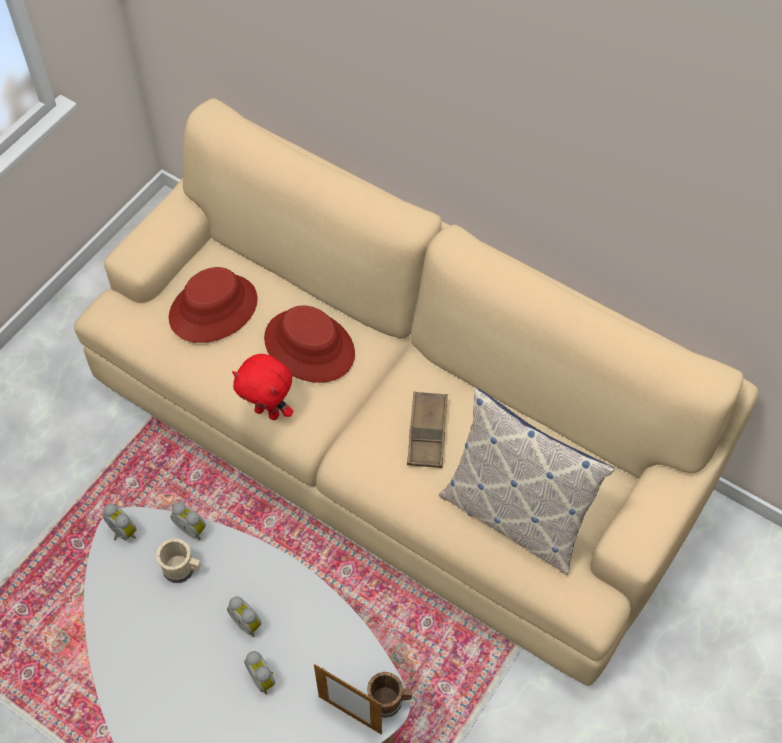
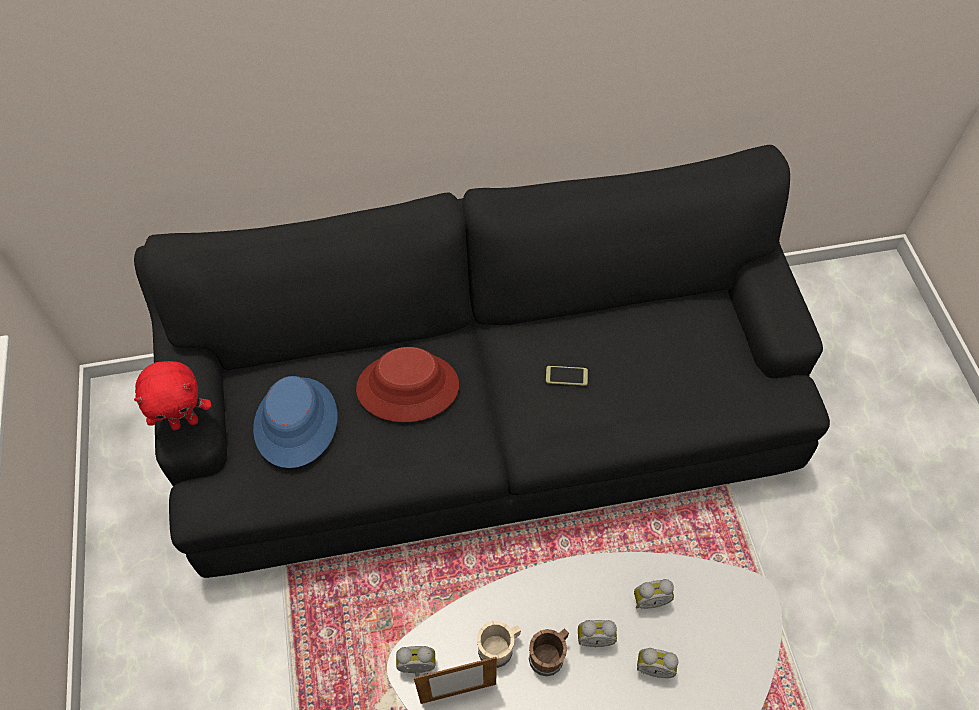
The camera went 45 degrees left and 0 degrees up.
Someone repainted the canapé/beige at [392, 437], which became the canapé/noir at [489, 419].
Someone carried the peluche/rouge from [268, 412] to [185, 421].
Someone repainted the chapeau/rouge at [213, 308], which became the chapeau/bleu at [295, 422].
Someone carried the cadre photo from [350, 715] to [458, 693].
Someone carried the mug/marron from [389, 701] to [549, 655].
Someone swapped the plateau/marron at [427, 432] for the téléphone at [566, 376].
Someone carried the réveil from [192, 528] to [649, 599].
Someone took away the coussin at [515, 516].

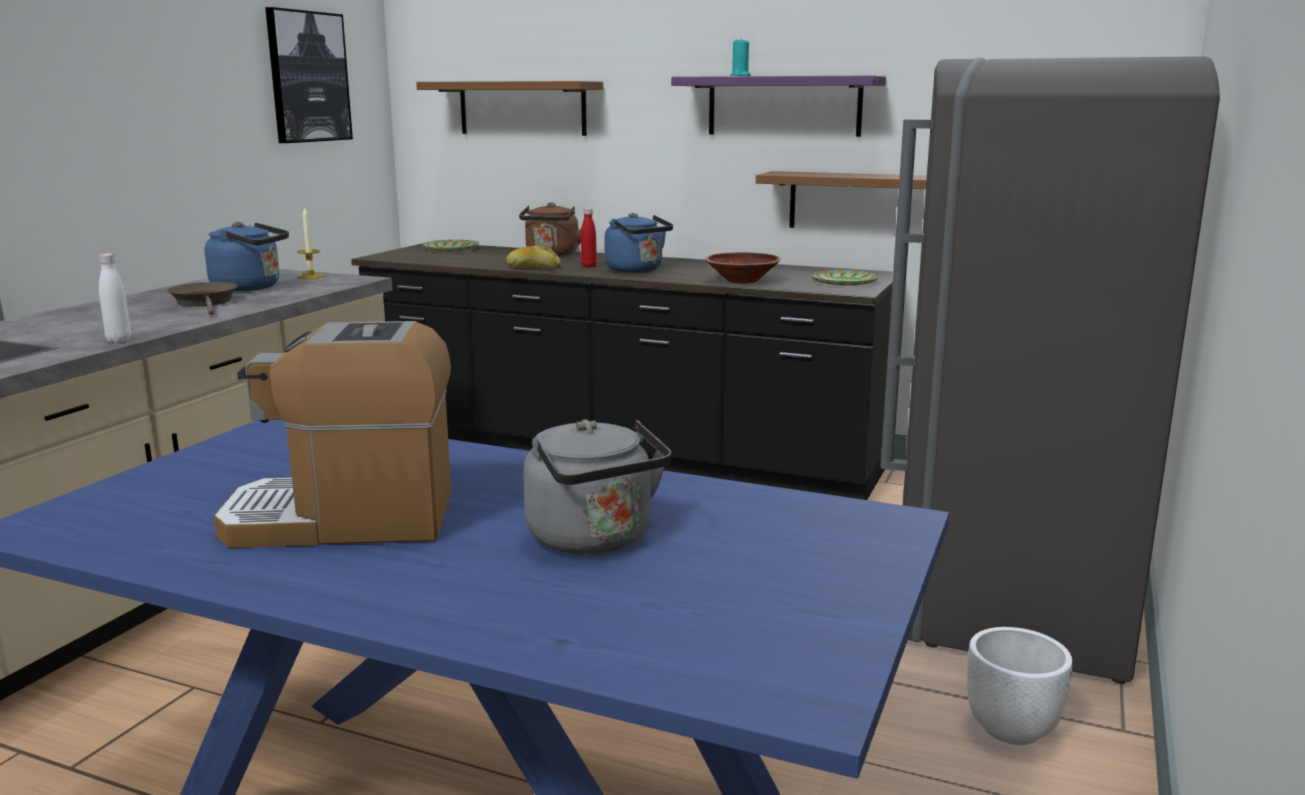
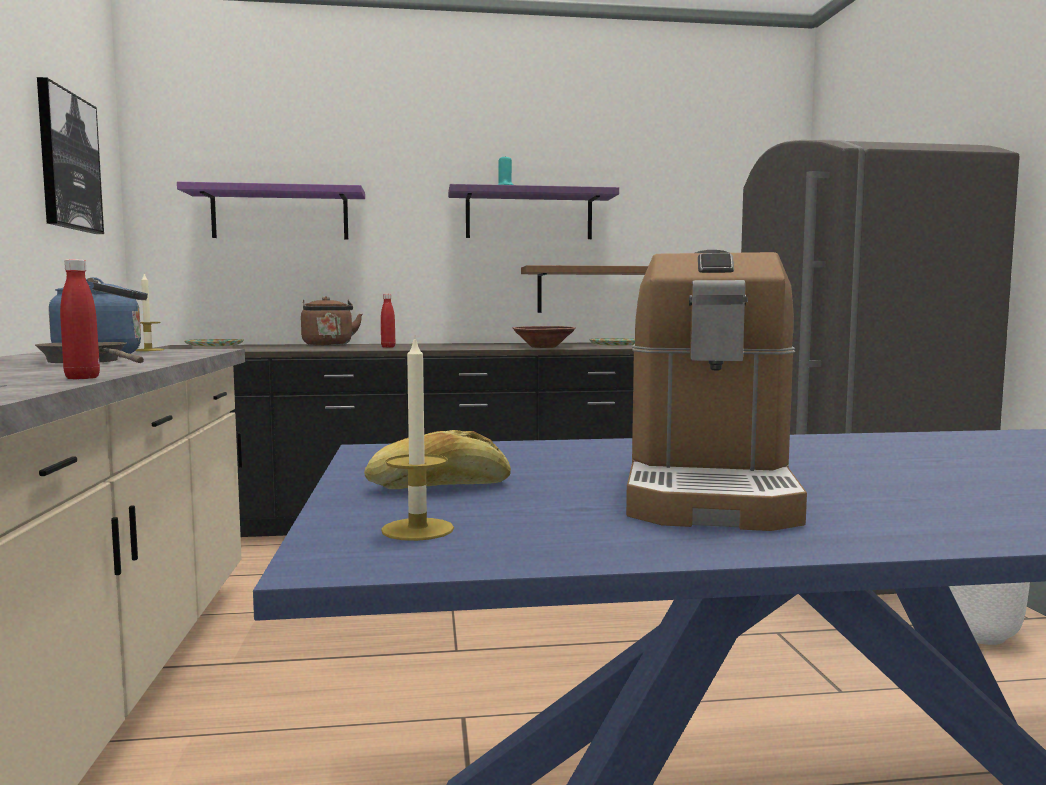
The camera went 30 degrees left and 10 degrees down.
Someone repainted the bouteille/blanc at [119, 340], which became the bouteille/rouge at [82, 378].
Someone repainted the étagère/marron at [522, 108], which became the étagère/violet at [280, 214].
Someone carried the pain from [533, 268] to [439, 486].
Someone put down the bougie at [417, 529].
Someone rotated the machine à café at [344, 519] by 45 degrees counterclockwise.
Someone took away the bouilloire/gris at [595, 540].
Someone took away the bouilloire/bleu at [637, 270].

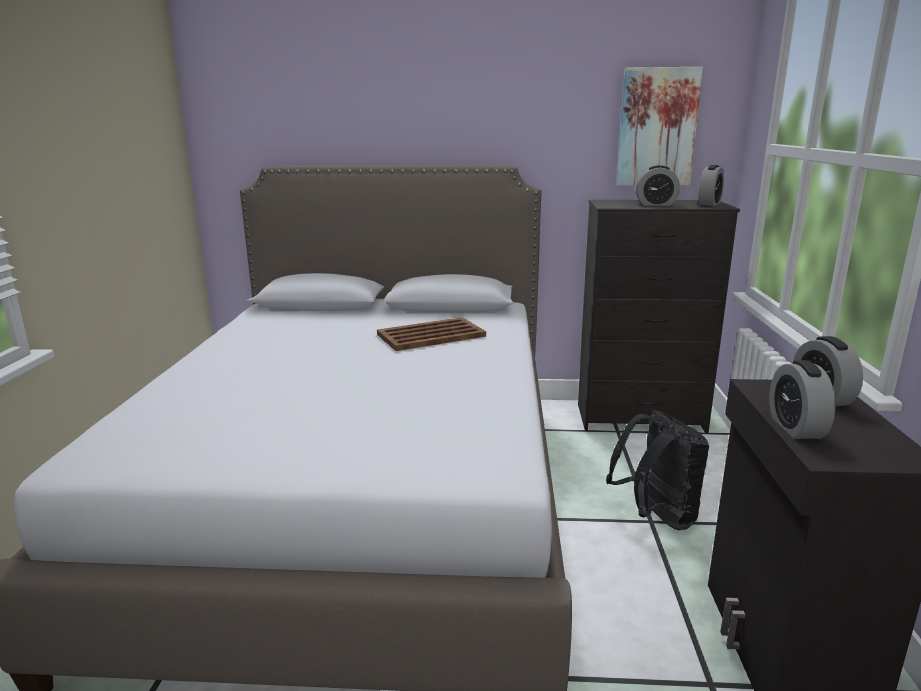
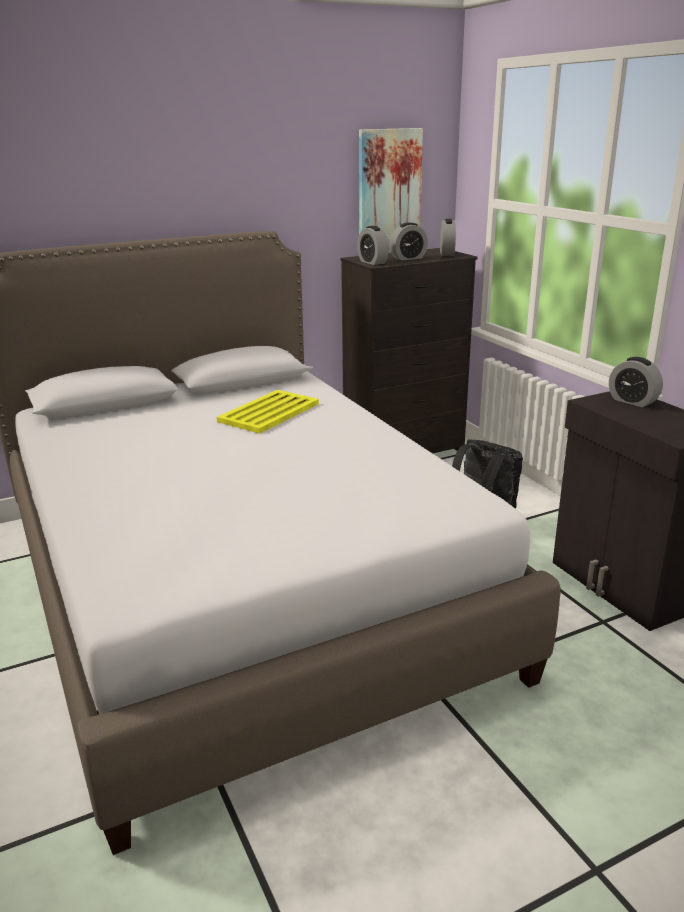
The camera went 30 degrees left and 5 degrees up.
Someone repainted the plateau/marron at [432, 335], which became the plateau/jaune at [270, 412].
Someone carried the réveil from [795, 428] to [372, 262].

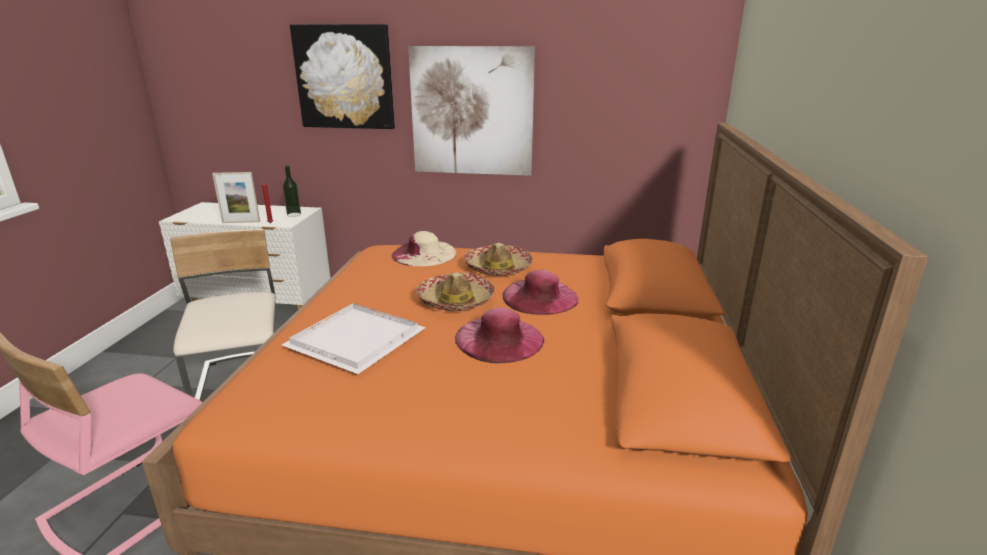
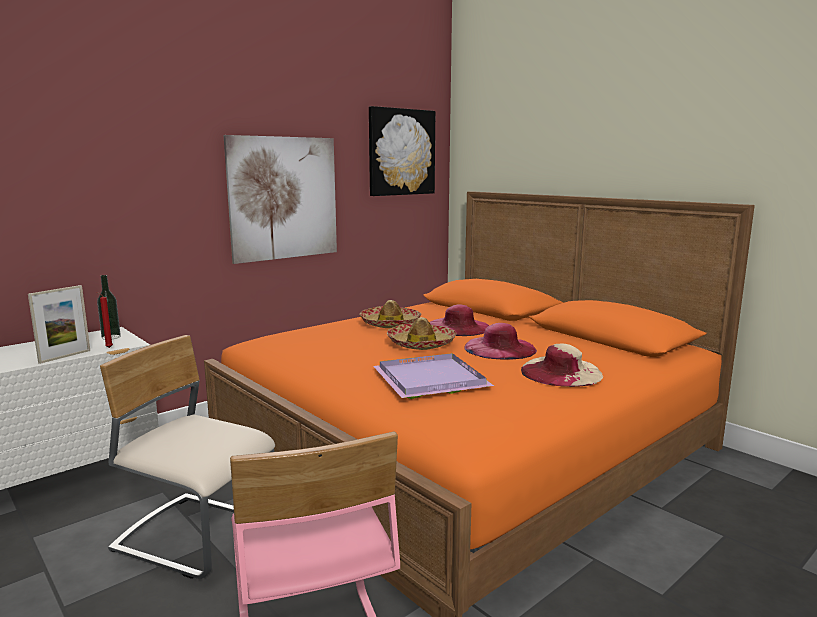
The camera went 50 degrees left and 10 degrees down.
Someone carried the tableau from [344, 77] to [401, 152].
Someone repainted the plateau/blanc at [353, 340], which became the plateau/violet at [429, 380].
Someone carried the chapeau/beige from [424, 254] to [561, 372].

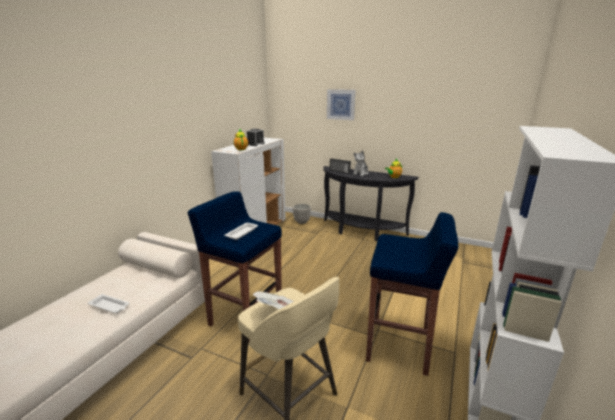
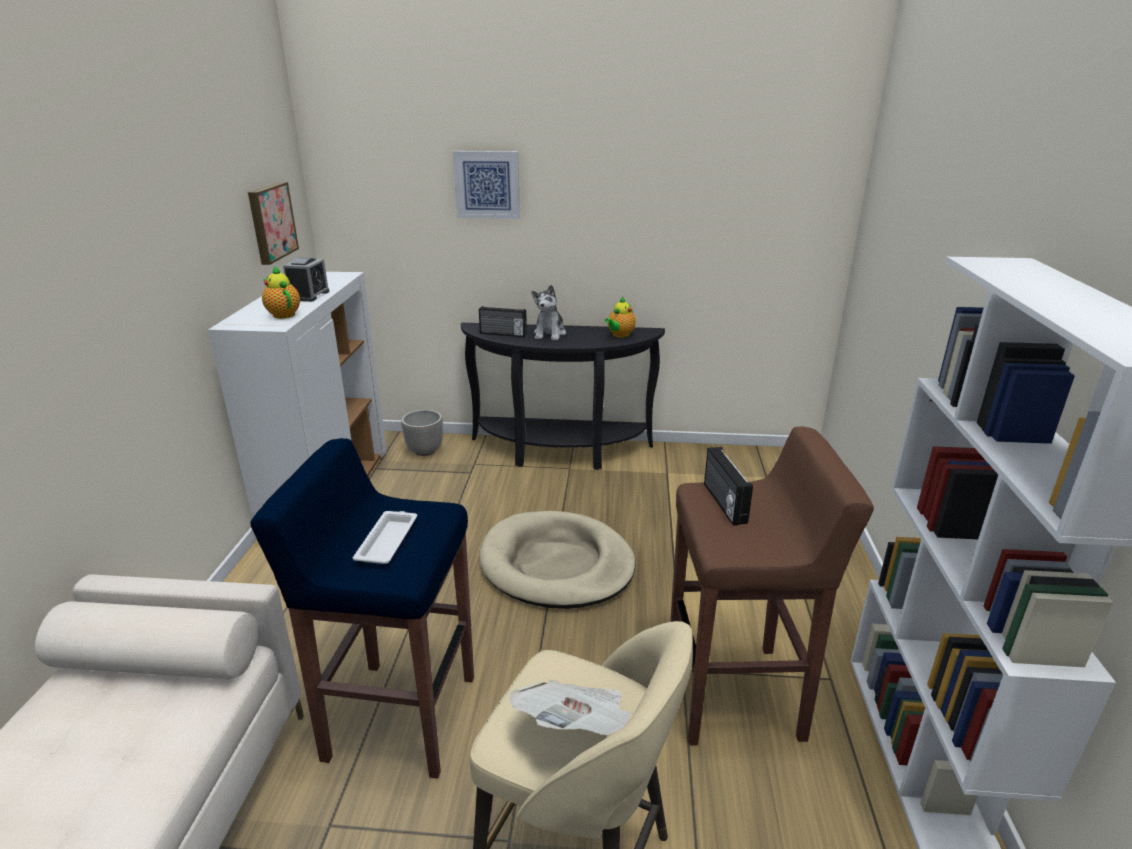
The camera went 20 degrees left and 5 degrees up.
Someone put up the tableau at [270, 222].
Someone put down the panier pour chien/beige at [556, 565].
Someone repainted the tabouret/bleu at [400, 346], which became the tabouret/marron at [736, 694].
Someone put down the radio at [723, 503].
Someone took away the plateau/blanc at [110, 306].

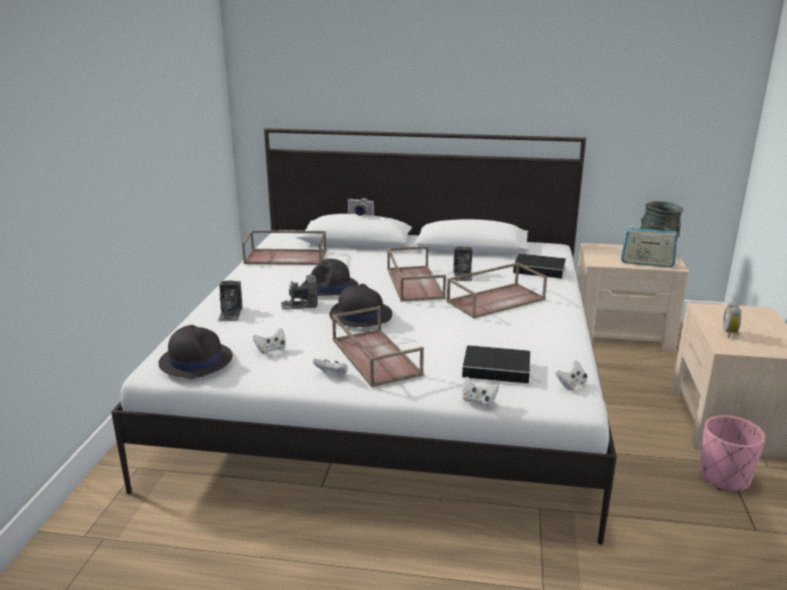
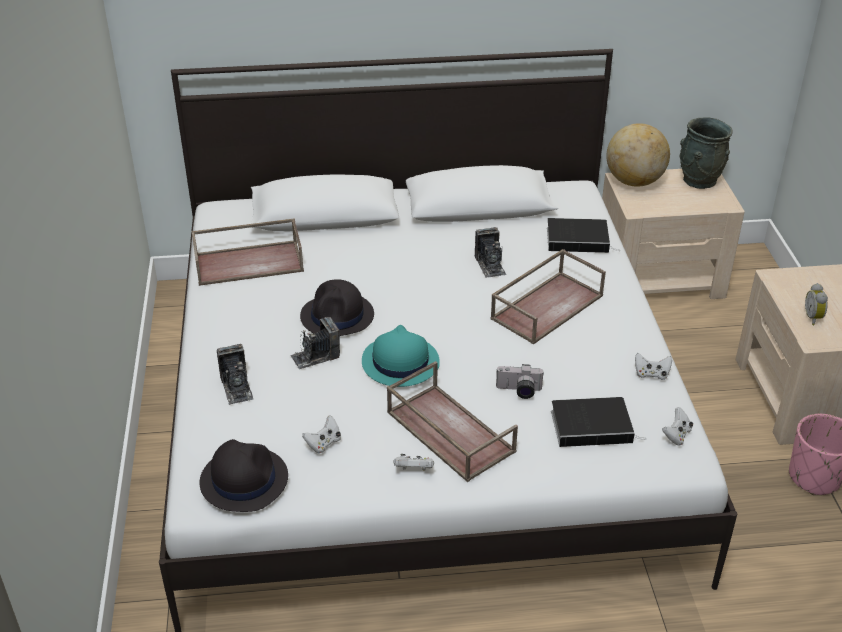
The camera went 15 degrees left and 15 degrees up.
Someone repainted the chapeau/noir at [360, 315], which became the chapeau/turquoise at [399, 362].
Someone carried the appareil photo from [359, 214] to [518, 391].
Someone put down the globe at [634, 181].
Someone carried the manette/blanc from [478, 401] to [651, 374].
Someone took away the plateau/marron at [413, 283].
Someone took away the radio at [647, 263].

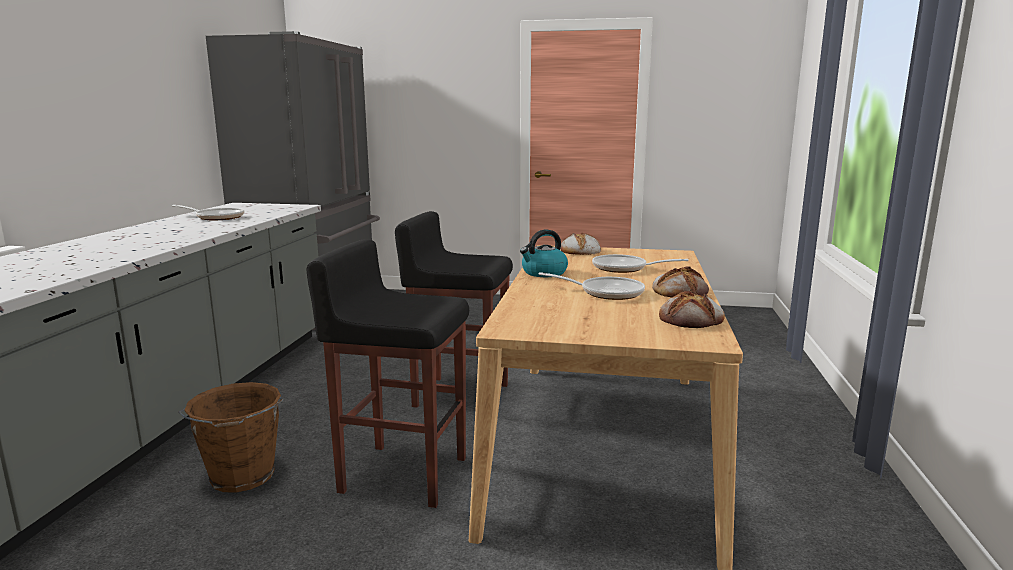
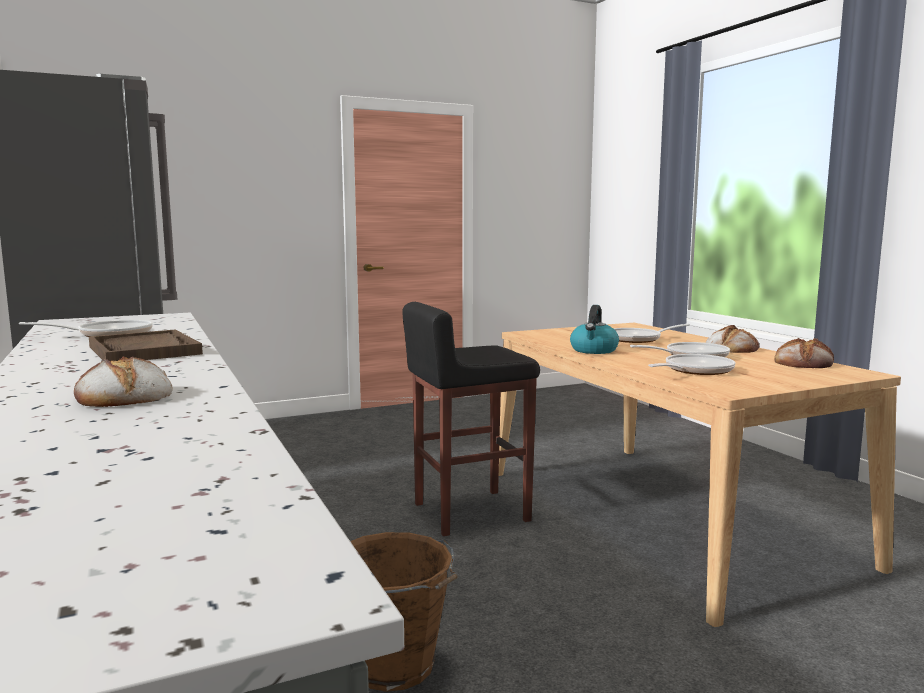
The camera went 35 degrees left and 5 degrees down.
Someone carried the pain from [579, 251] to [123, 397].
Someone put down the plateau/marron at [144, 350].
Someone put down the poêle at [695, 371].
Someone took away the tabouret/noir at [402, 473].

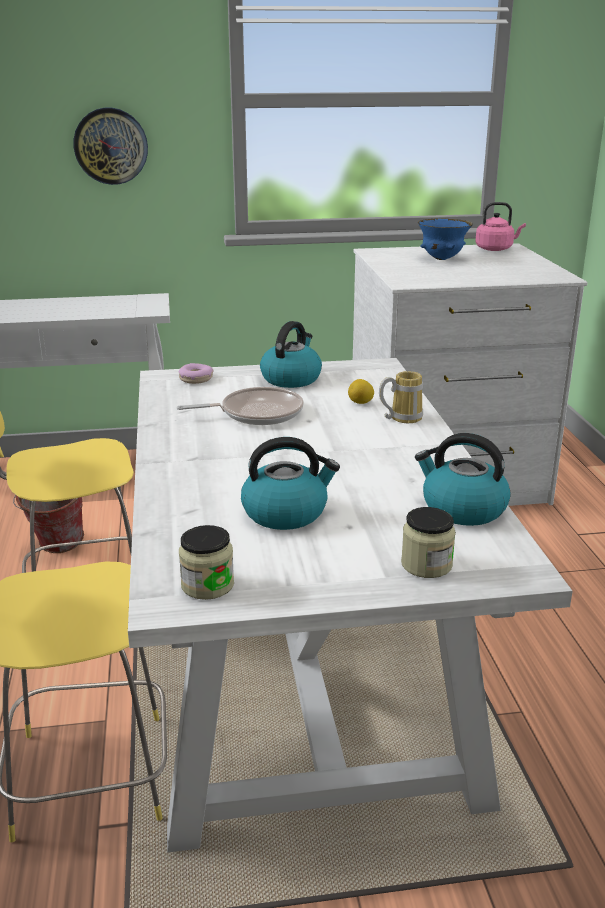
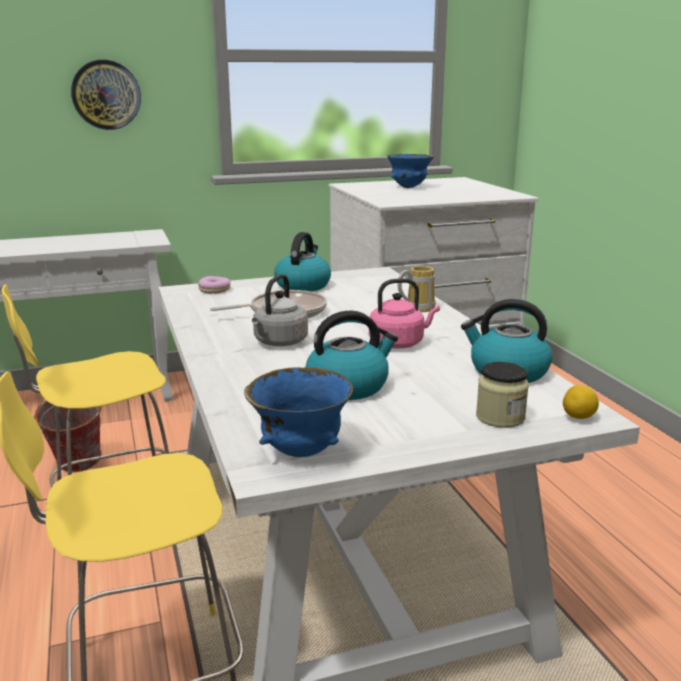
The camera went 10 degrees left and 5 degrees down.
Someone swapped the bocal at [207, 585] for the bol/bleu at [300, 451].
Someone put down the bouilloire/gris at [279, 342].
Someone carried the bouilloire/rose from [496, 249] to [399, 343].
Someone carried the citron from [360, 403] to [579, 417].

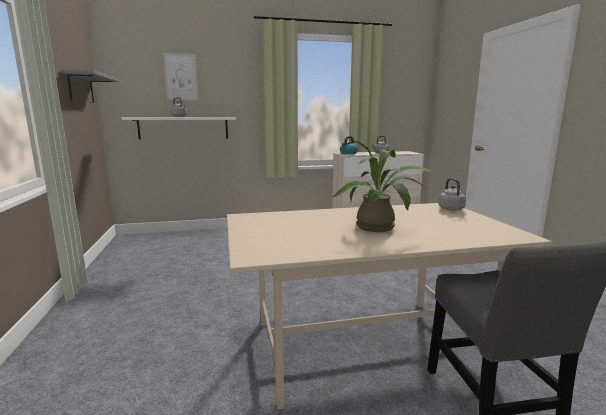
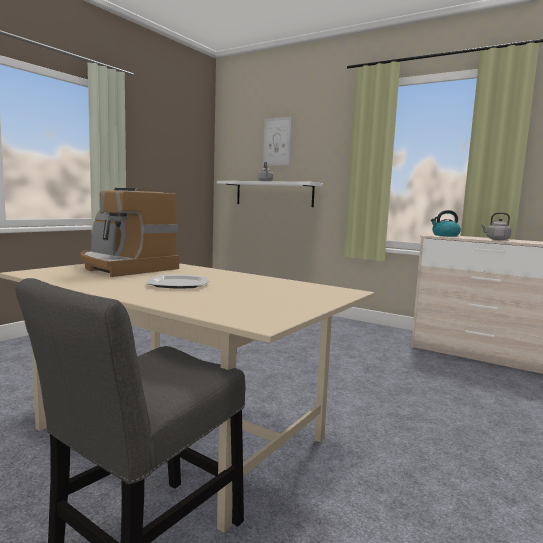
The camera went 45 degrees right and 5 degrees down.
Someone put down the machine à café at [124, 267].
Someone swapped the plante en pot at [380, 228] for the assiette at [177, 284].
Someone took away the étagère/gris at [81, 88].
Someone took away the bouilloire/gris at [452, 209].

